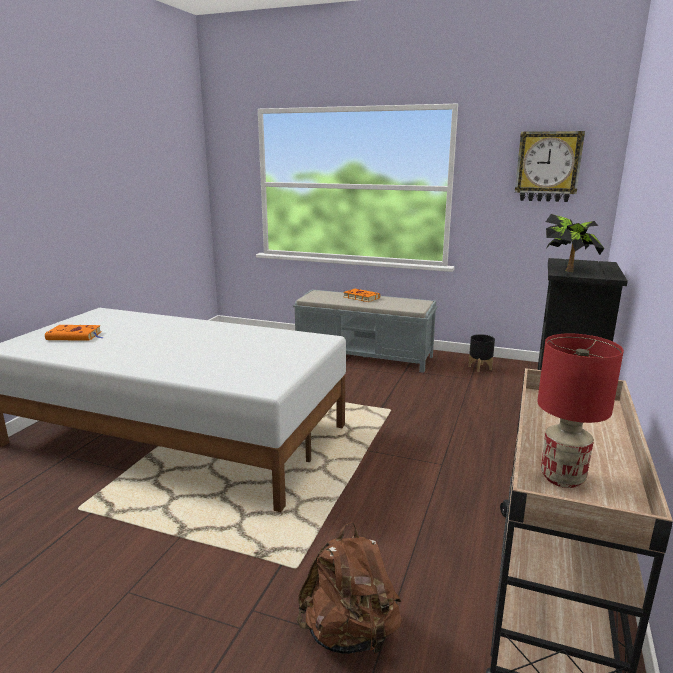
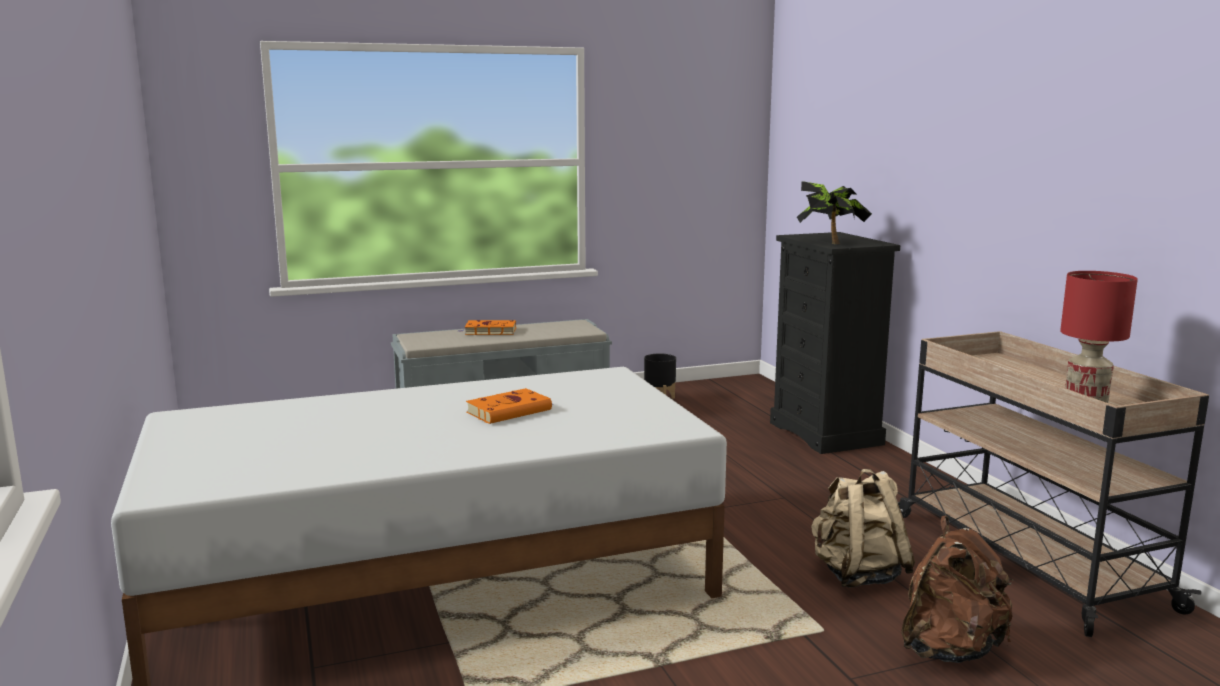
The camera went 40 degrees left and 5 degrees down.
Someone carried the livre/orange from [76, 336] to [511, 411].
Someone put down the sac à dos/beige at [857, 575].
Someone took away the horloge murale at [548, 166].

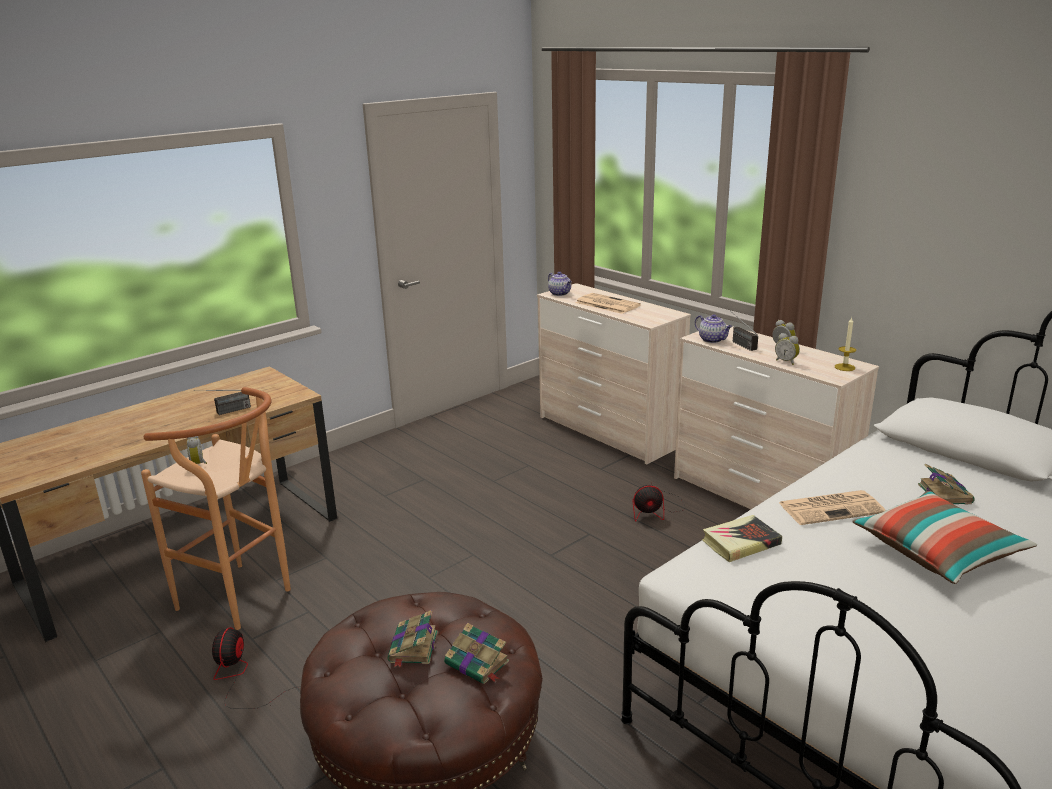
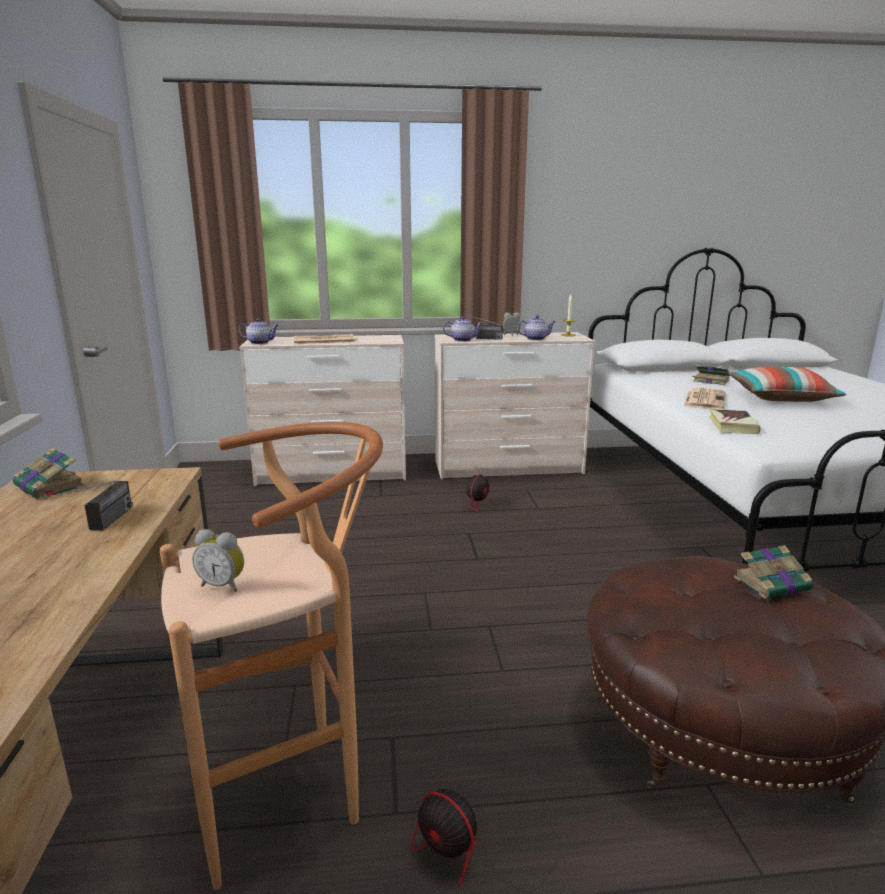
The camera went 55 degrees left and 5 degrees down.
Someone carried the livre from [413, 648] to [50, 487].
Someone swapped the réveil at [786, 361] for the théière at [536, 339].

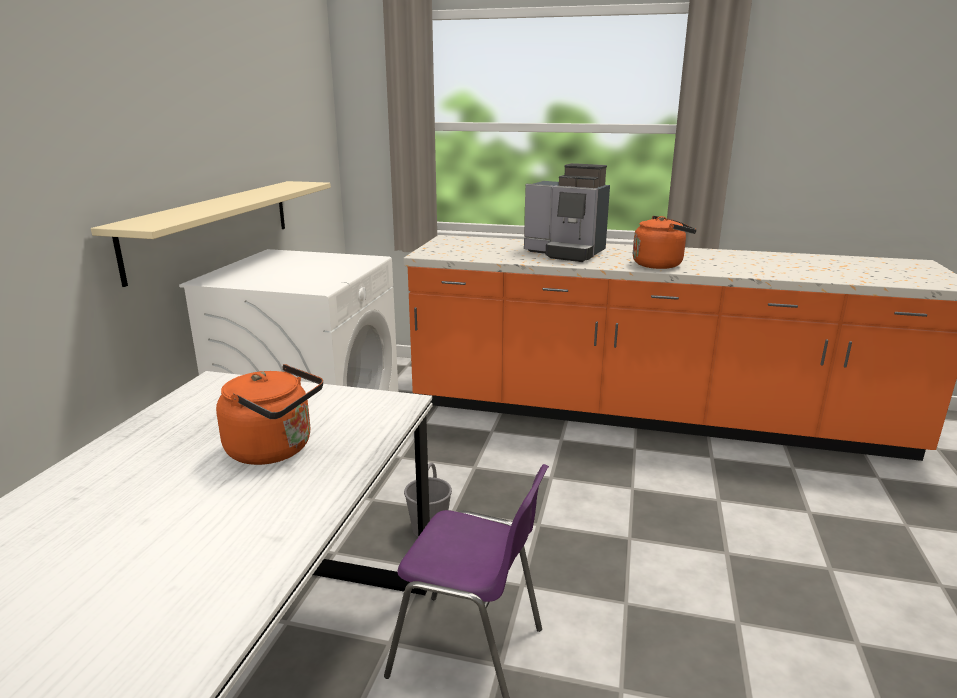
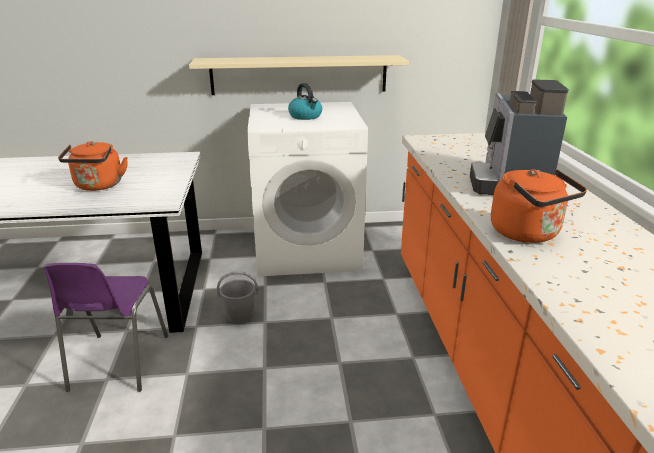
The camera went 70 degrees right and 5 degrees up.
Someone put down the bouilloire at [306, 116].

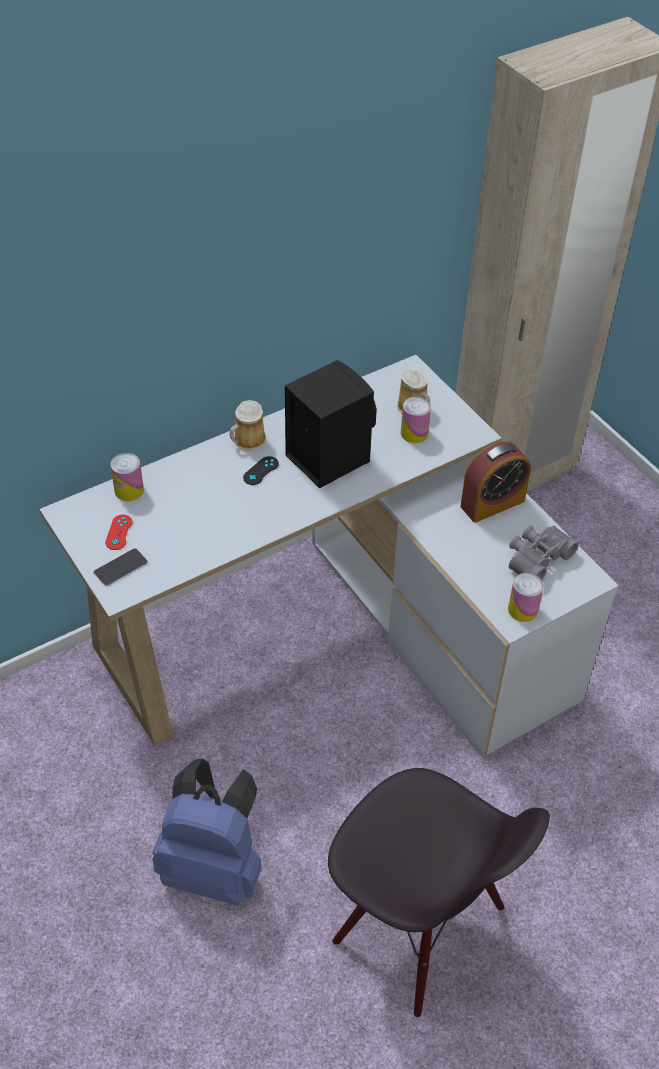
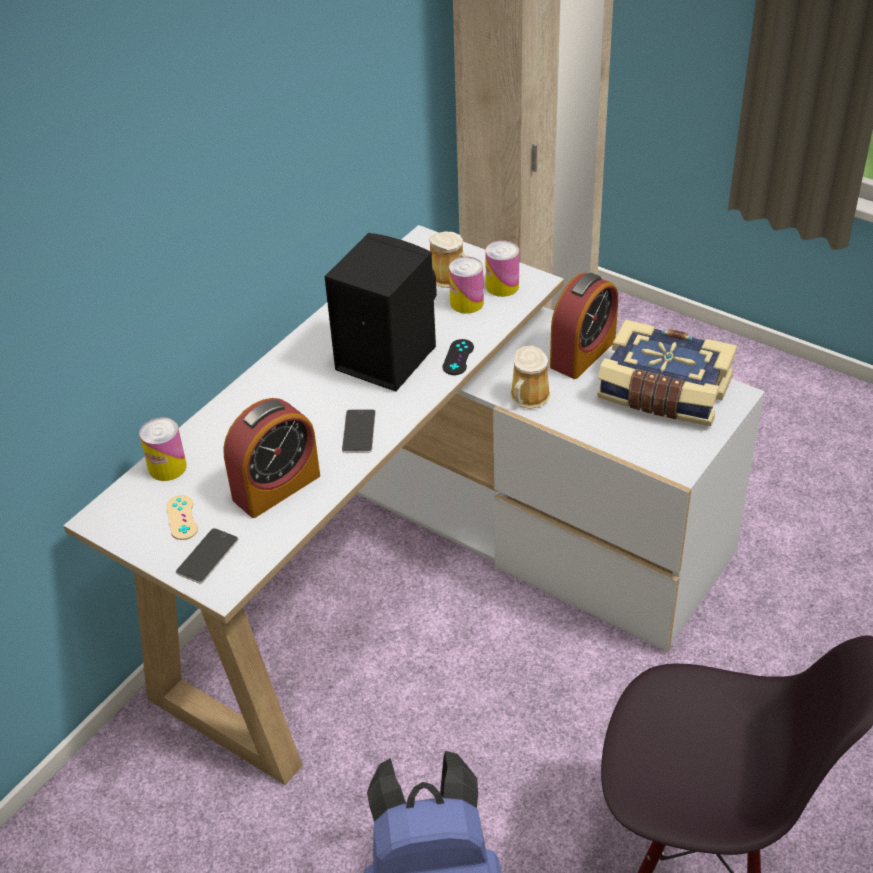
The camera went 20 degrees left and 5 degrees down.
Someone repainted the manette/rouge at [119, 532], which became the manette/beige at [182, 517].
Someone put down the réveil at [276, 487].
Someone put down the téléphone at [359, 431].
Someone carried the manette/noir from [261, 471] to [458, 357].
Someone carried the boîte métallique from [523, 609] to [502, 286].
Someone carried the mug from [247, 441] to [528, 398].
Someone swapped the jumelles/gris at [536, 558] for the livre at [663, 392].

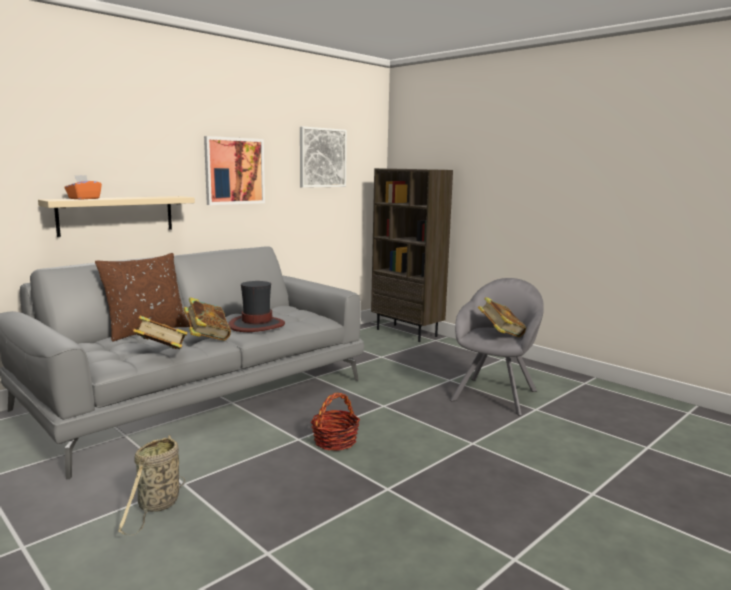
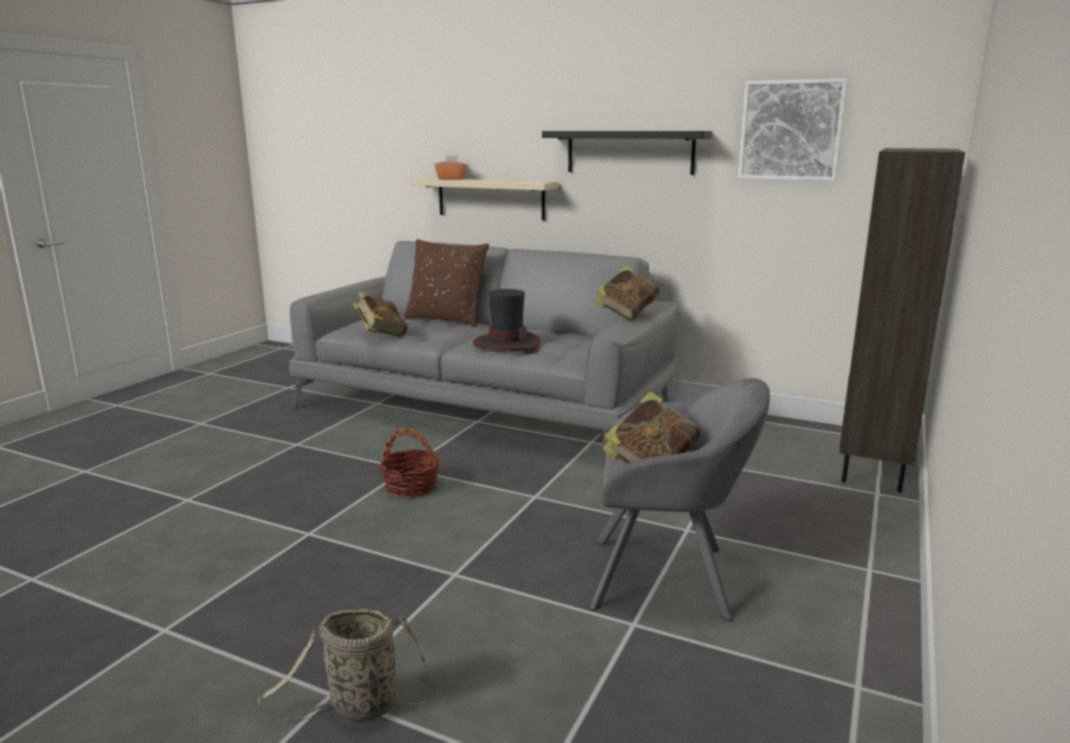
The camera went 70 degrees right and 5 degrees up.
Someone carried the panier from [157, 506] to [359, 707].
Someone swapped the tableau at [234, 171] for the étagère/noir at [629, 152].
Someone carried the livre from [207, 338] to [626, 315].

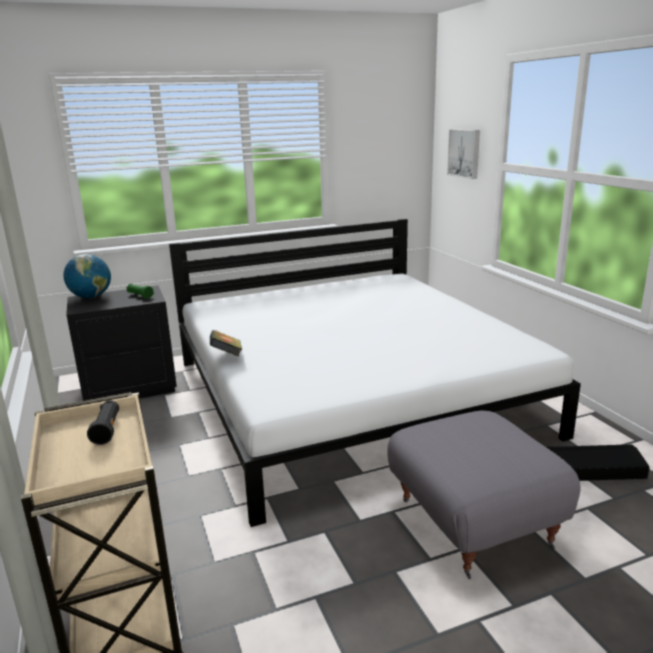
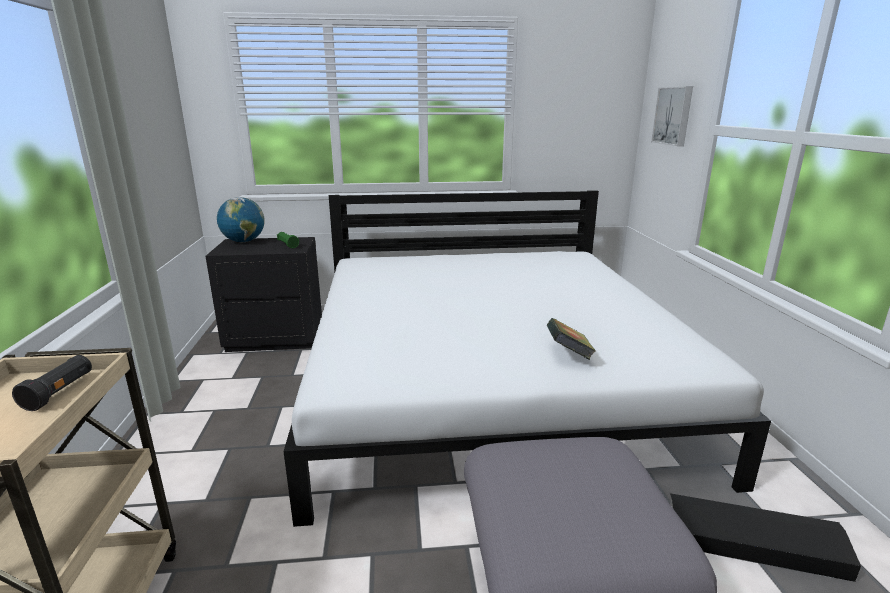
The camera went 15 degrees right and 0 degrees up.
Someone carried the livre from [226, 356] to [568, 355].

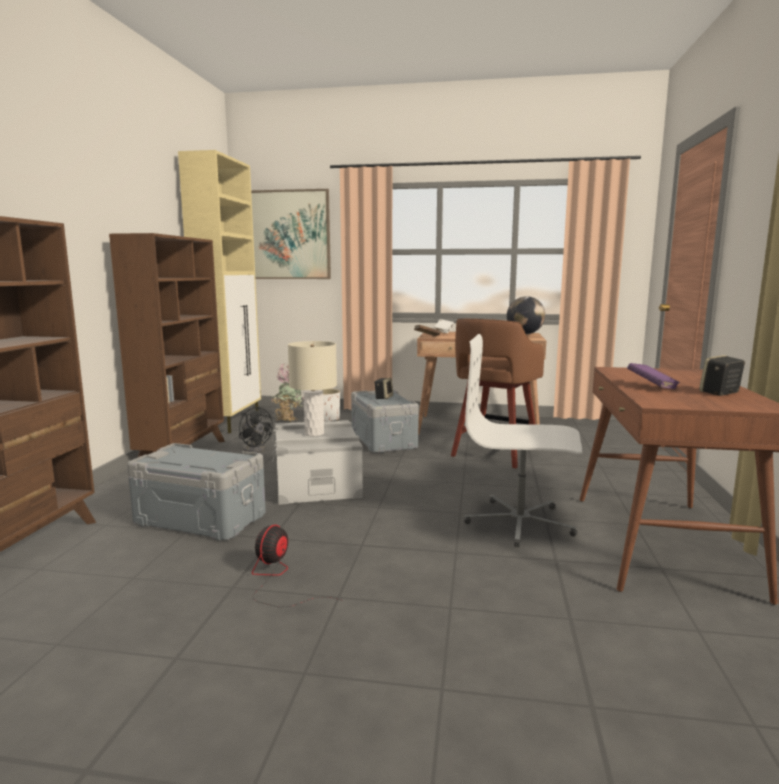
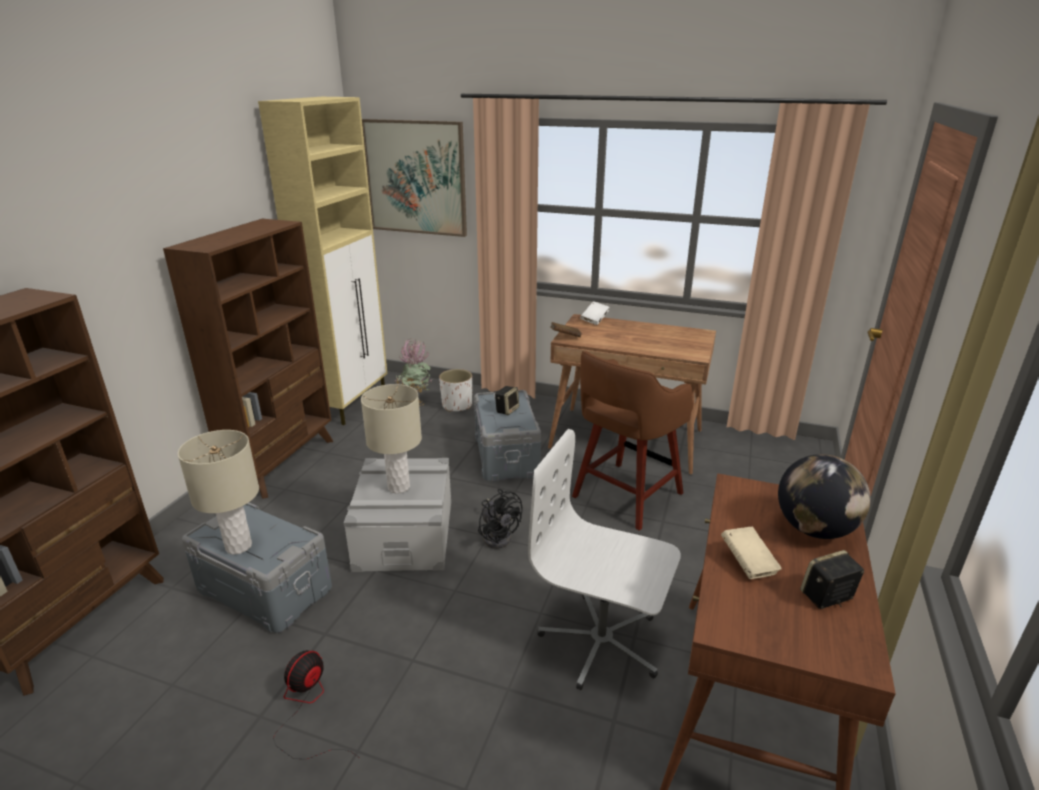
The camera went 10 degrees right and 15 degrees up.
Someone put down the lampe de table/beige at [239, 546].
Someone carried the ventilateur/noir from [255, 449] to [498, 535].
Someone repainted the livre/violet at [651, 387], which became the livre/beige at [748, 563].
Someone carried the globe from [525, 334] to [814, 529].

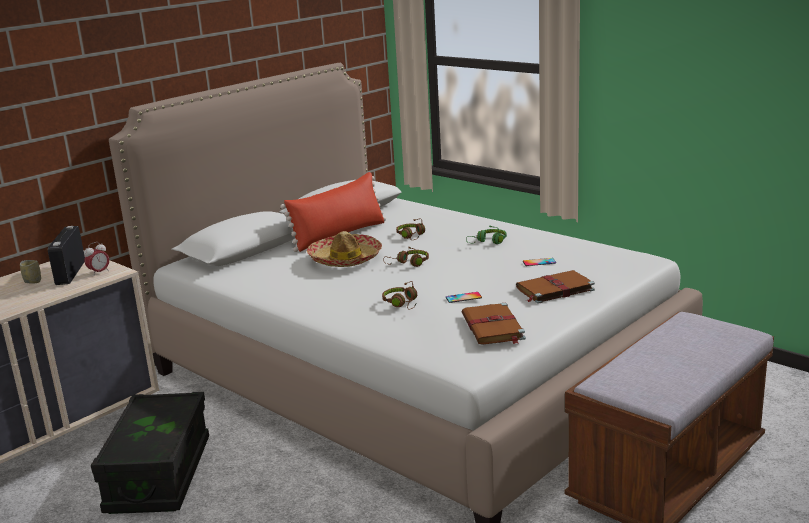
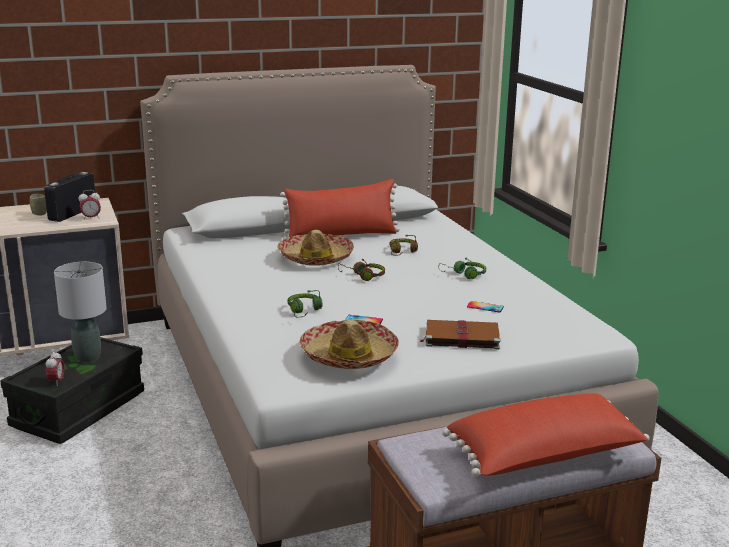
The camera went 25 degrees right and 0 degrees up.
Someone put down the réveil at [56, 382].
Someone put down the lampe de table/gris at [88, 357].
Someone repainted the casque audio/marron at [402, 303], which became the casque audio/vert at [304, 311].
Someone swapped the livre/marron at [493, 327] for the chapeau at [349, 356].
Someone put down the coussin/rouge at [545, 457].

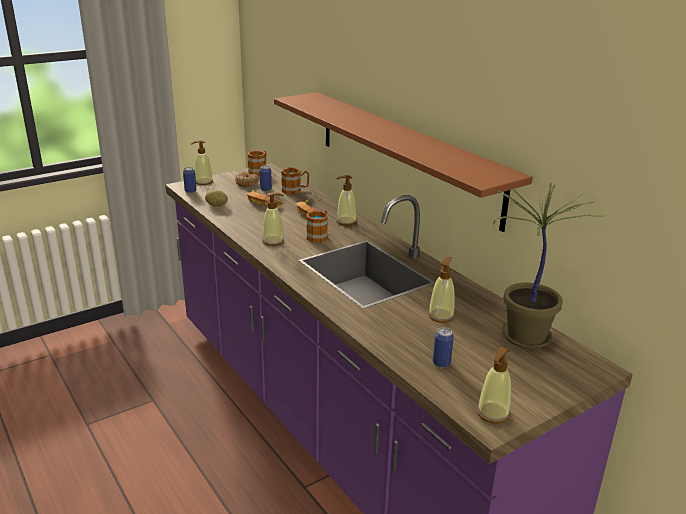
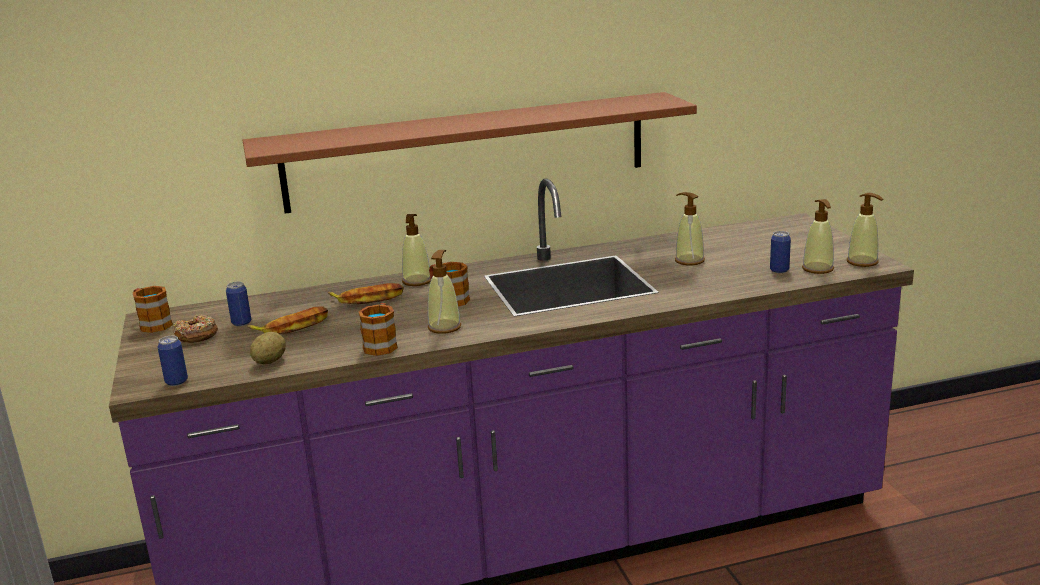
The camera went 70 degrees left and 5 degrees down.
Someone carried the mug from [295, 190] to [382, 344].
Someone carried the distributeur de savon from [203, 182] to [818, 269].
Someone took away the plante en pot at [525, 338].

